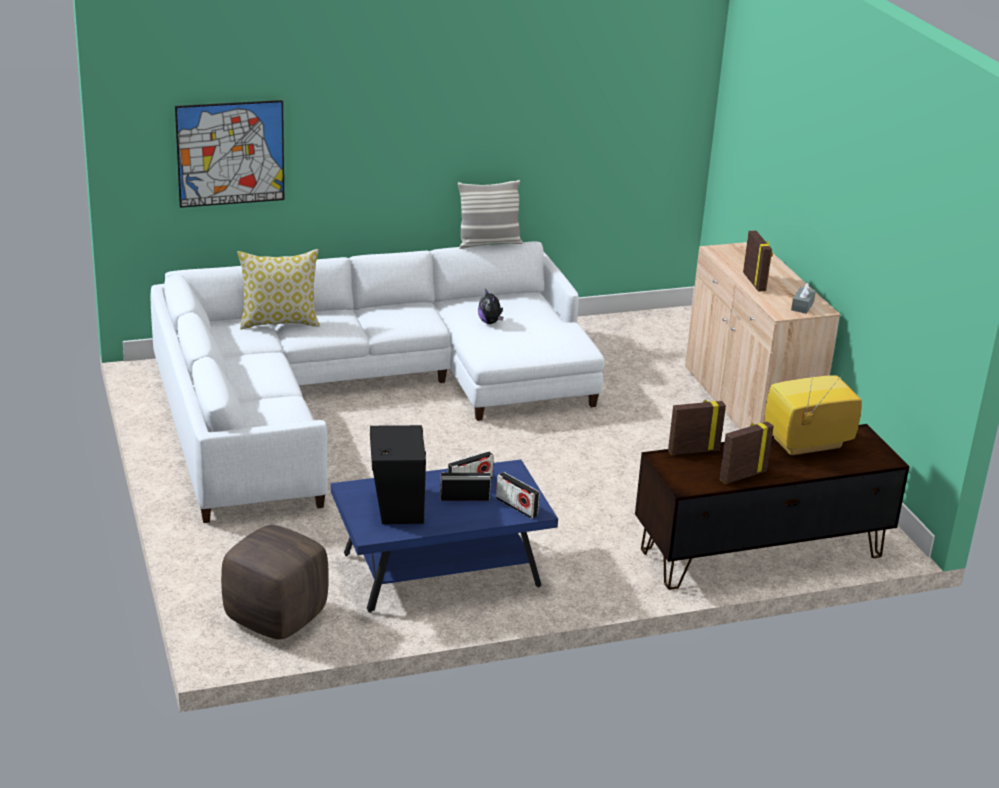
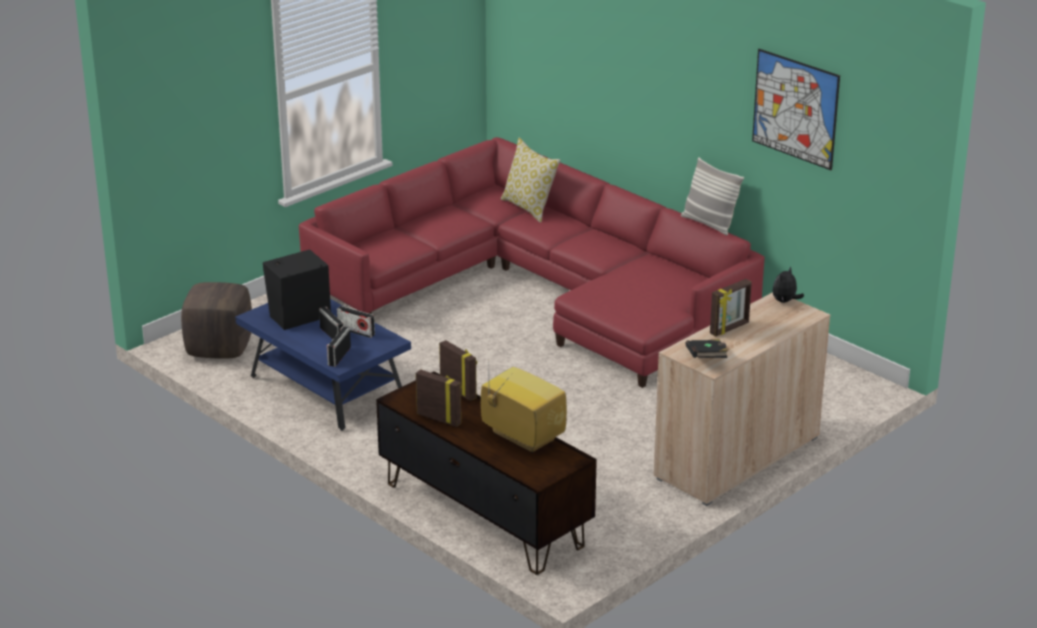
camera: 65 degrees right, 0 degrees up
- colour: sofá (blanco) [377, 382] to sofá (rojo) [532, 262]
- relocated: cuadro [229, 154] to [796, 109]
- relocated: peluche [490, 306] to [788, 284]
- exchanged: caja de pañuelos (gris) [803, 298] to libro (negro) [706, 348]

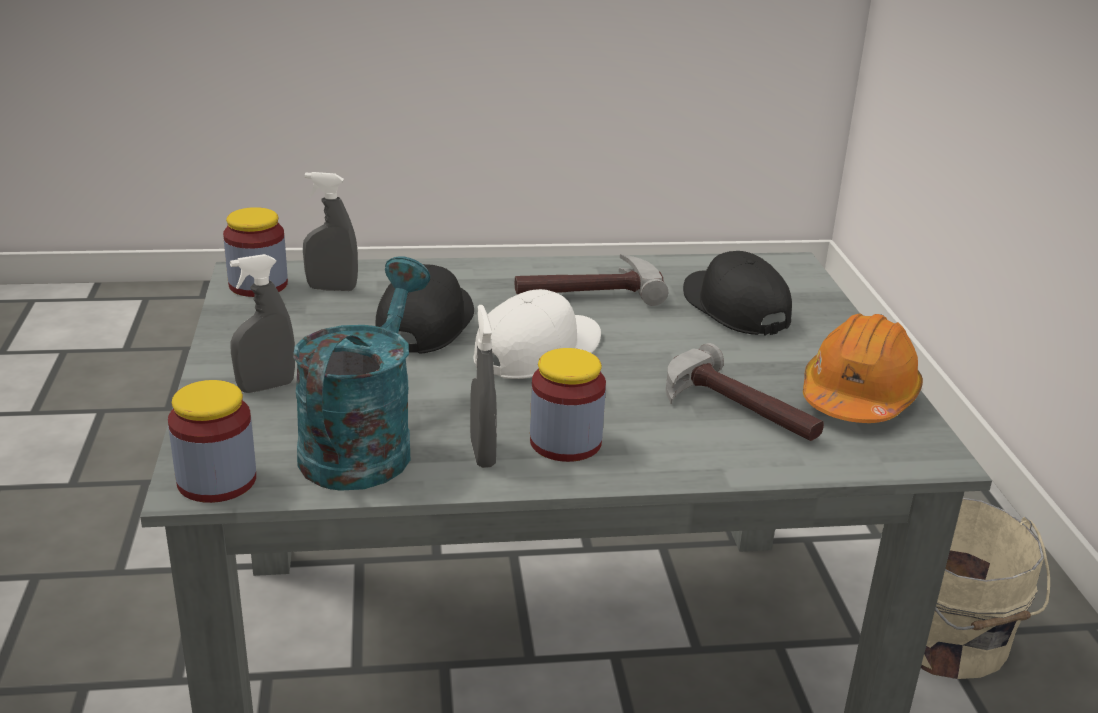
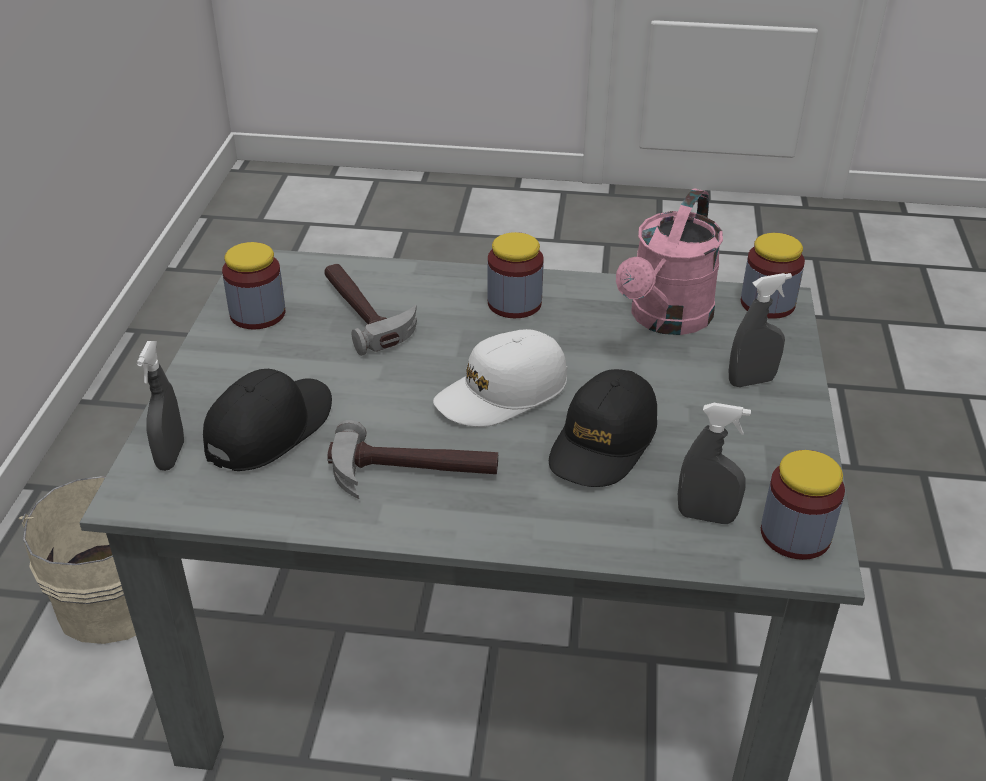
camera: 165 degrees left, 10 degrees up
- colour: regadera (turquesa) [361, 373] to regadera (rosa) [669, 261]
- relocated: pulverizador (gris) [483, 386] to [160, 406]
- spun: gorra (negro) [737, 293] = [267, 420] 135 degrees counterclockwise
- exchanged: casco (naranja) [863, 368] to tarro [253, 285]

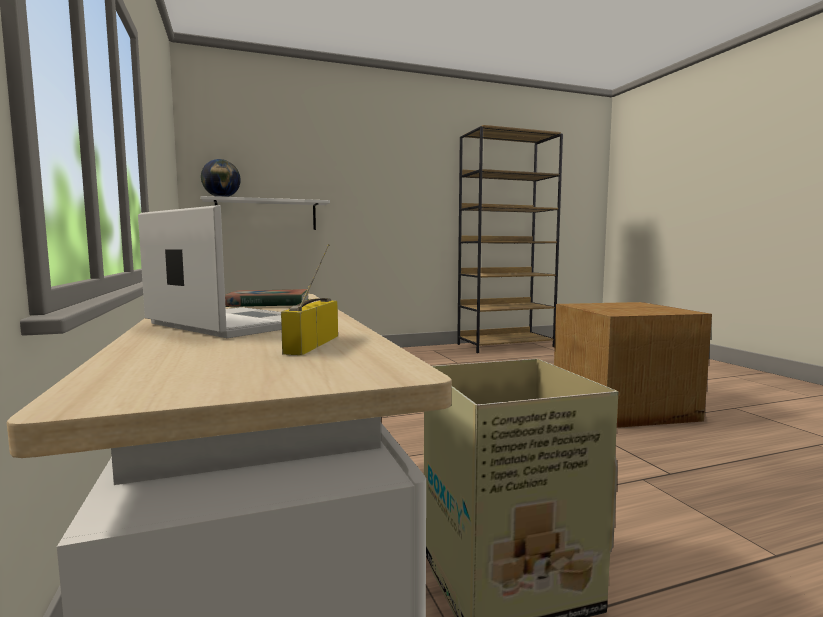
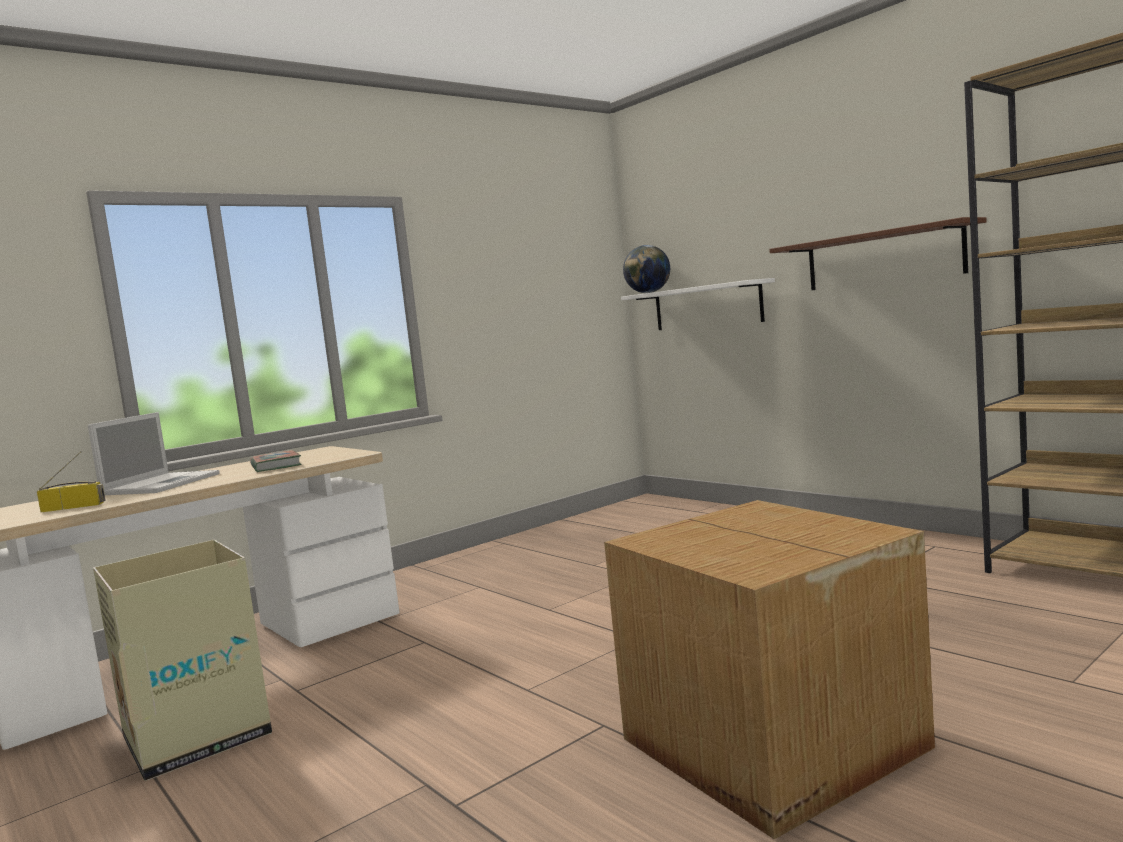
camera: 70 degrees right, 0 degrees up
- appeared: estante (marrón) [878, 254]

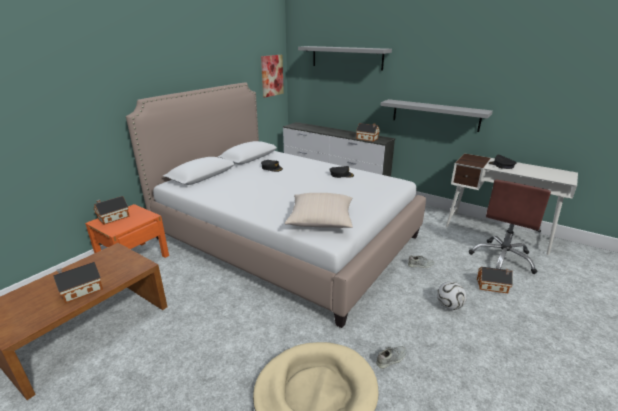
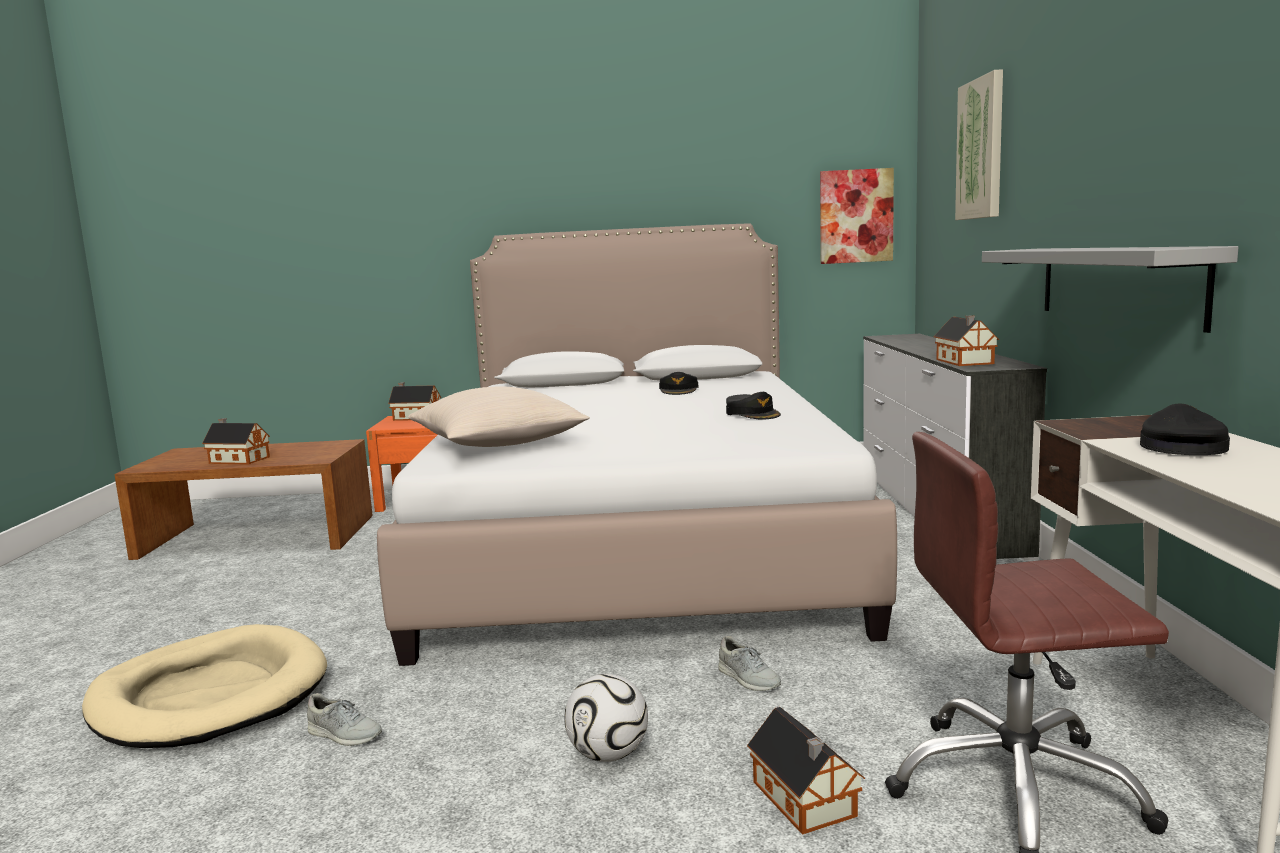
camera: 55 degrees right, 15 degrees down
- exchanged: estante (gris) [345, 58] to cuadro [979, 144]

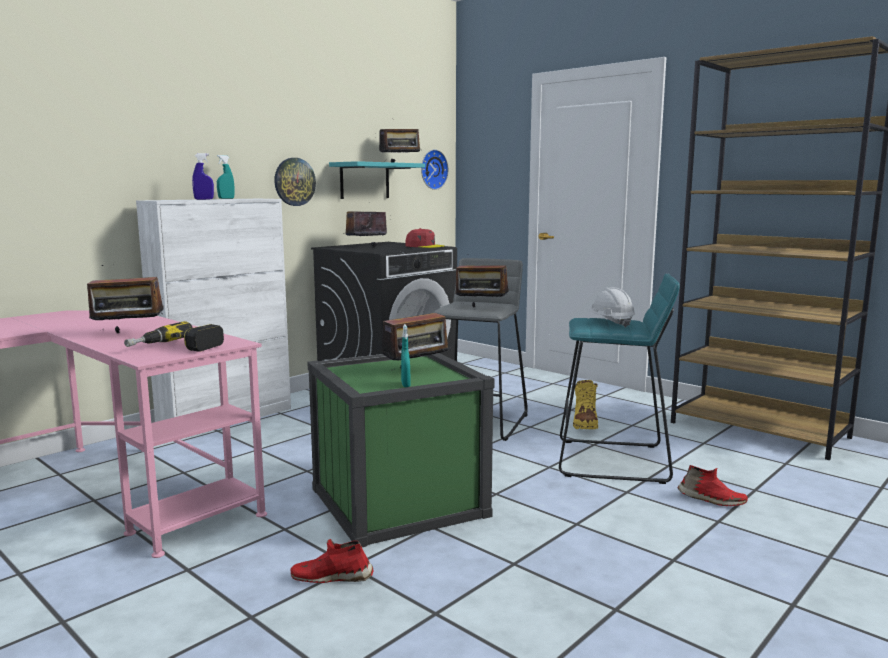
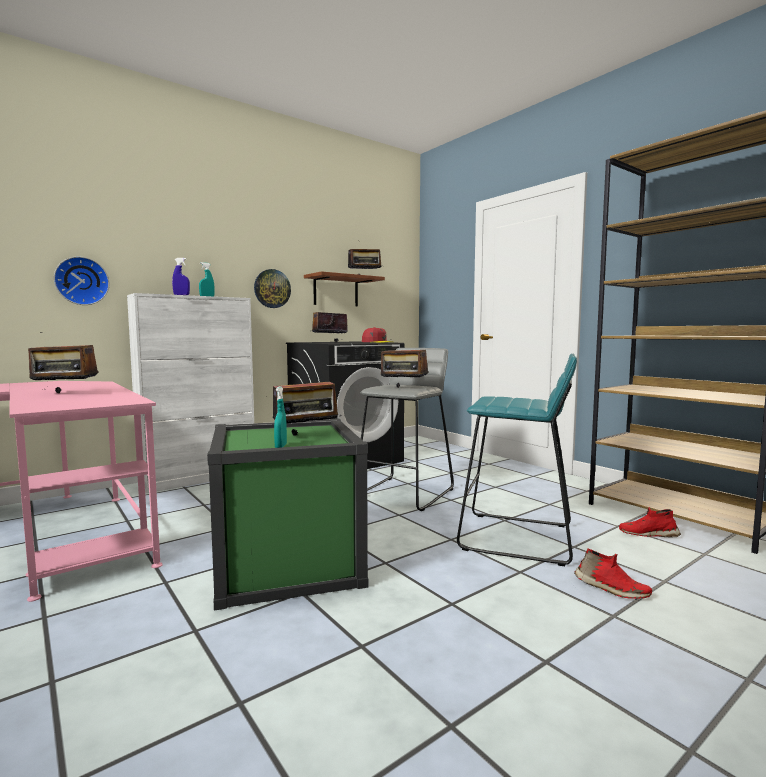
camera: 10 degrees right, 5 degrees down
- missing: taladro [174, 336]
- relocated: zapato (rojo) [332, 561] to [650, 522]
- colour: estante (turquesa) [377, 180] to estante (marrón) [344, 288]
- relocated: reloj de pared [435, 169] to [81, 281]
- missing: bota (amarillo) [585, 404]
- missing: casco (blanco) [611, 307]

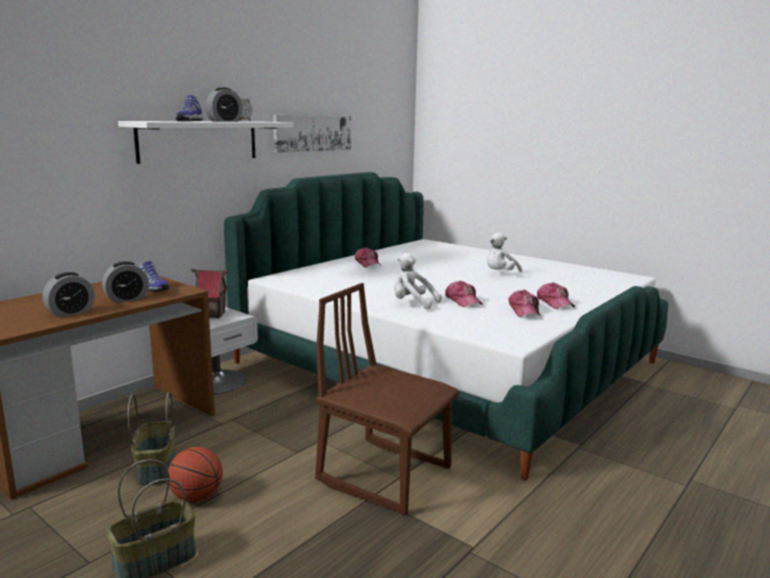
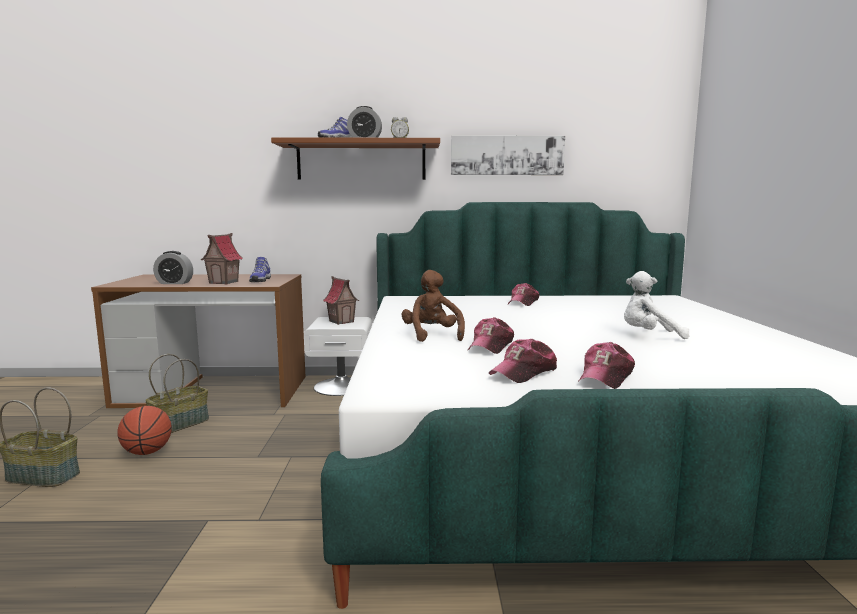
camera: 50 degrees right, 5 degrees down
- exchanged: despertador [125, 282] to casita [221, 258]
- colour: estante (blanco) [206, 142] to estante (marrón) [355, 158]
- missing: silla (marrón) [387, 399]
- colour: peluche (blanco) [417, 281] to peluche (marrón) [433, 306]

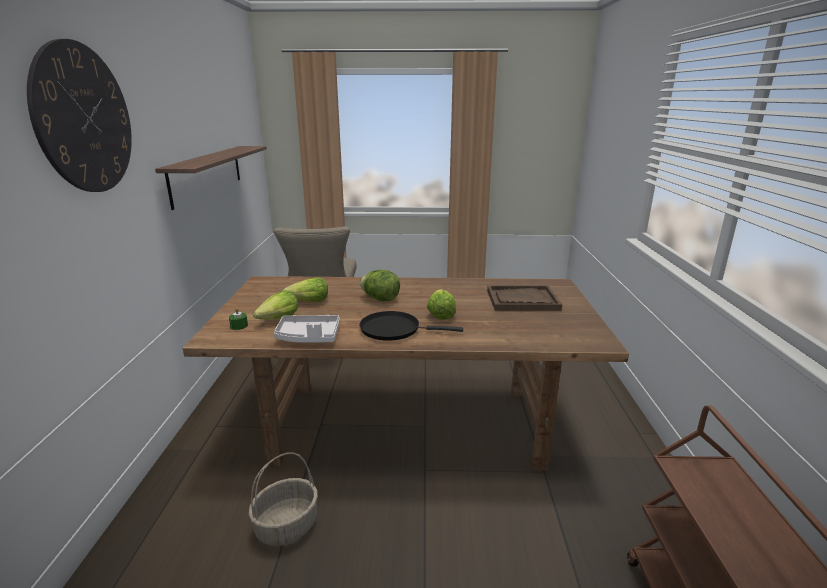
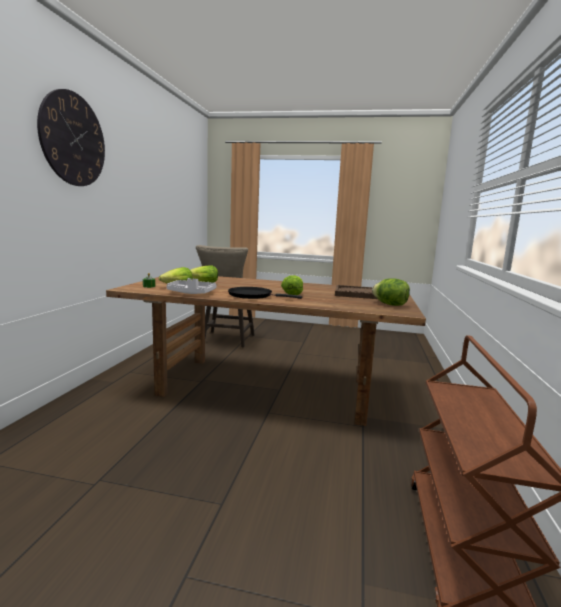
camera: 10 degrees right, 10 degrees down
- missing: estante [211, 178]
- missing: cesta [283, 499]
- relocated: lechuga [380, 285] to [391, 292]

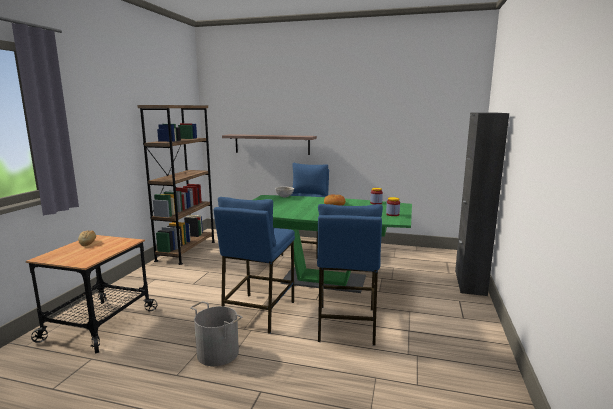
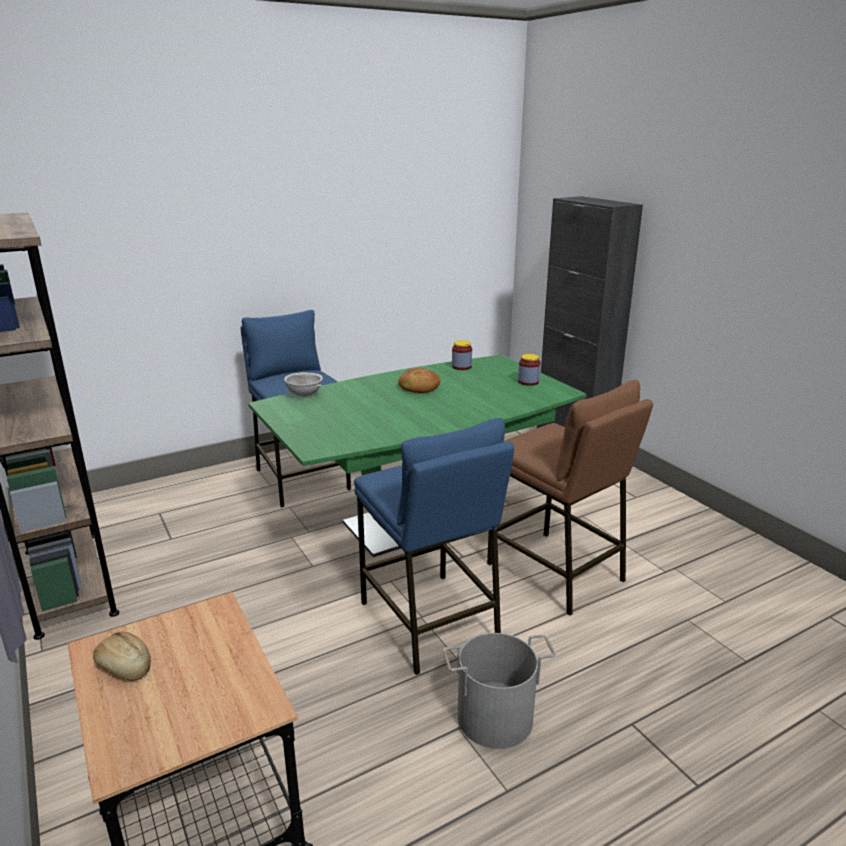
camera: 45 degrees left, 10 degrees up
- missing: estante [269, 144]
- colour: taburete (azul) [350, 275] to taburete (marrón) [570, 498]

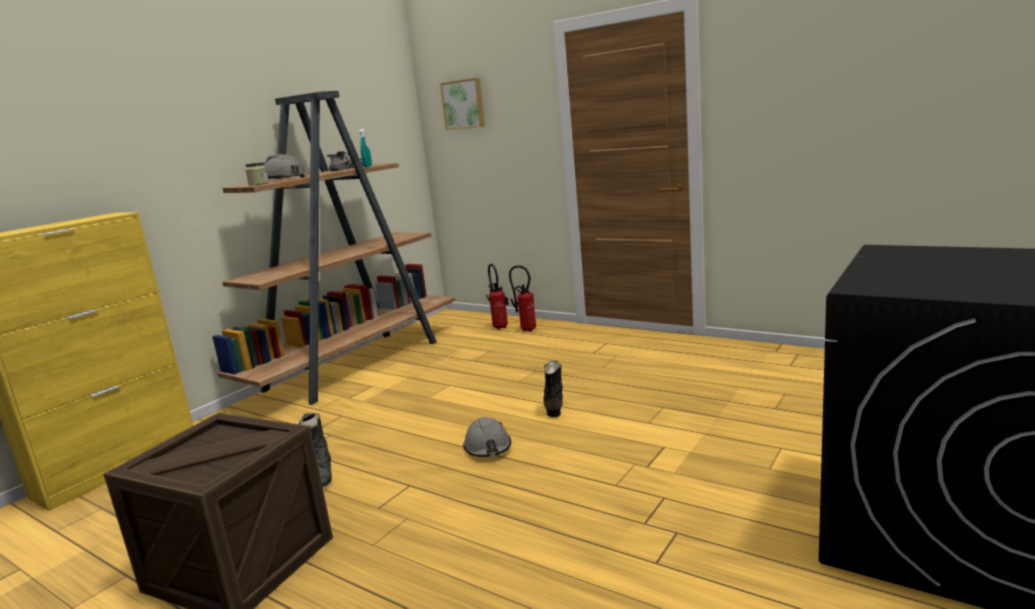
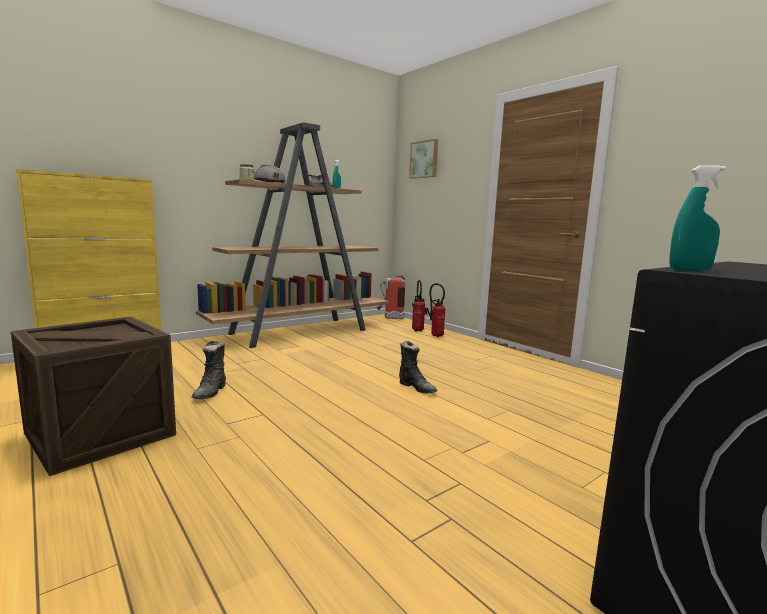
camera: 15 degrees right, 5 degrees down
- missing: casco (gris) [487, 437]
- spun: bota (negro) [553, 388] = [418, 367] 120 degrees clockwise
- appeared: extintor [391, 296]
- appeared: pulverizador (turquesa) [698, 218]

